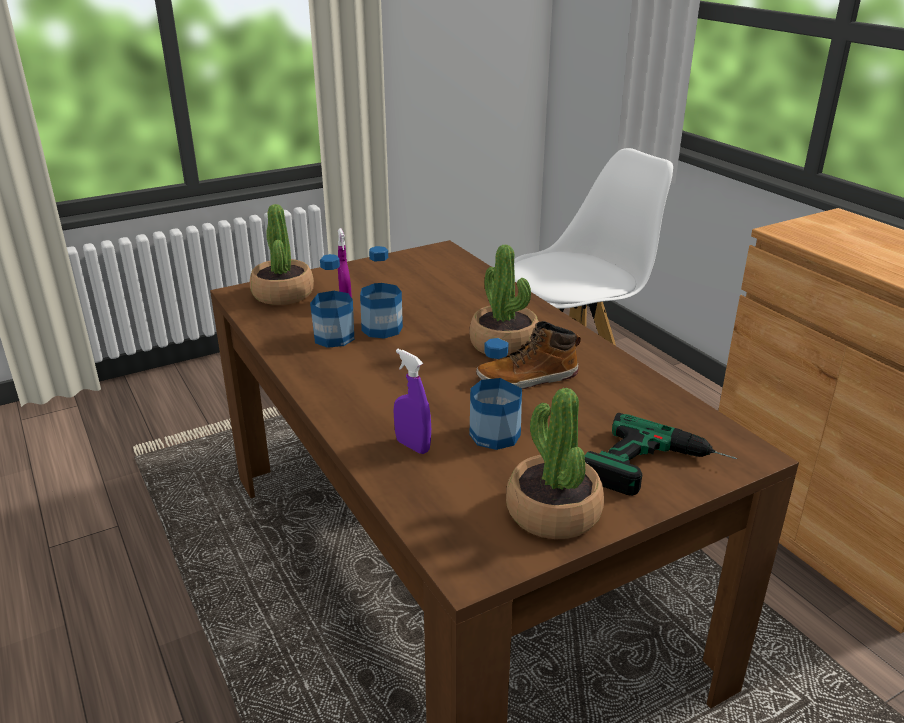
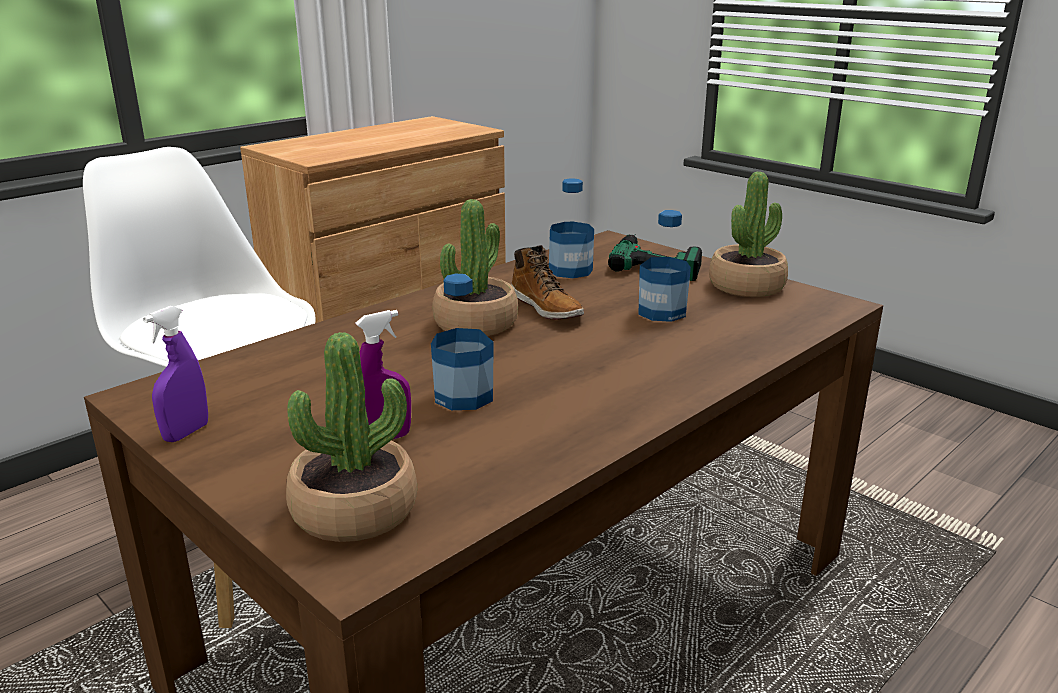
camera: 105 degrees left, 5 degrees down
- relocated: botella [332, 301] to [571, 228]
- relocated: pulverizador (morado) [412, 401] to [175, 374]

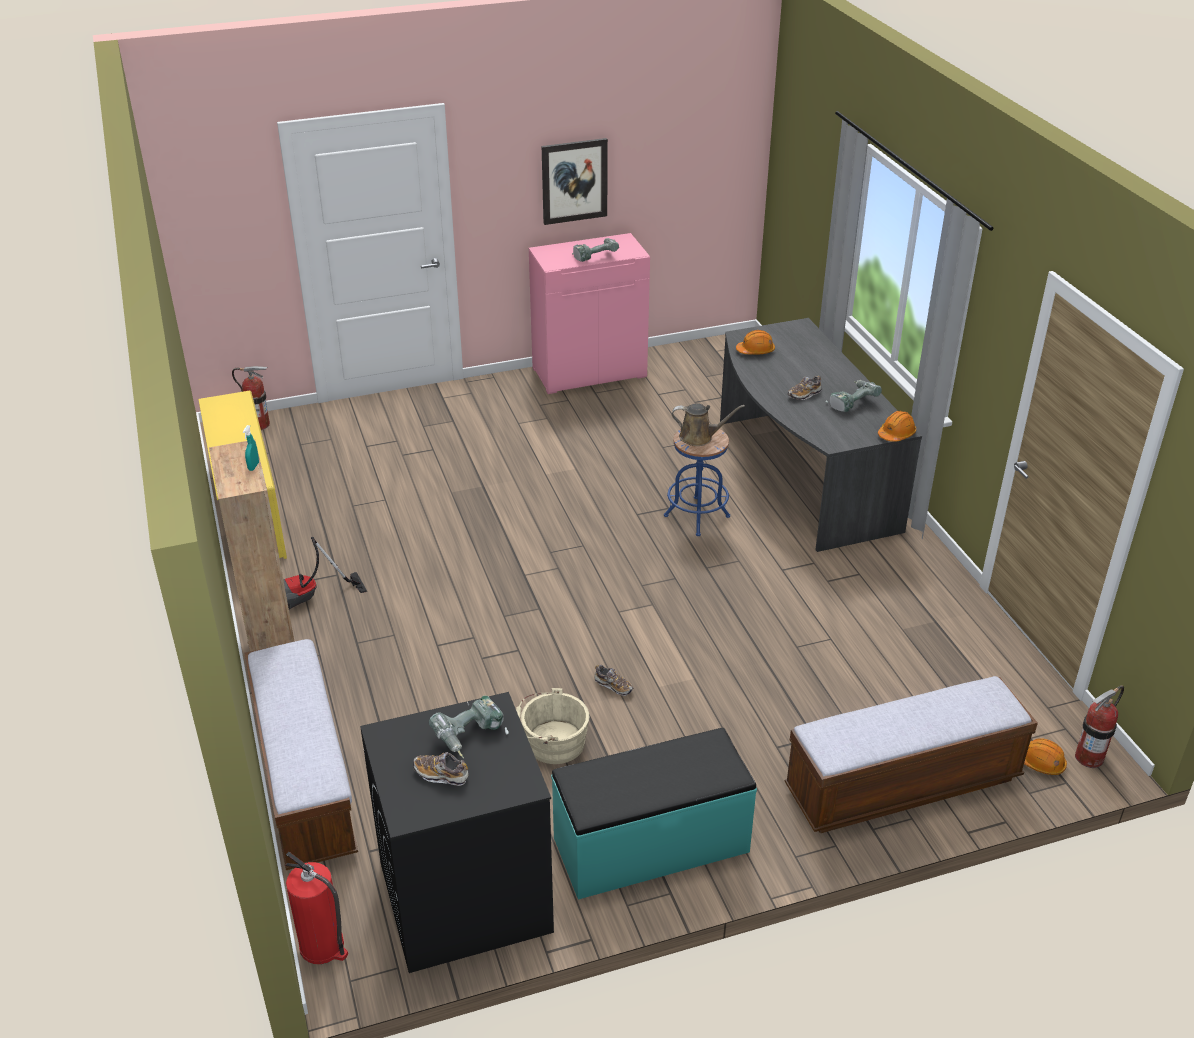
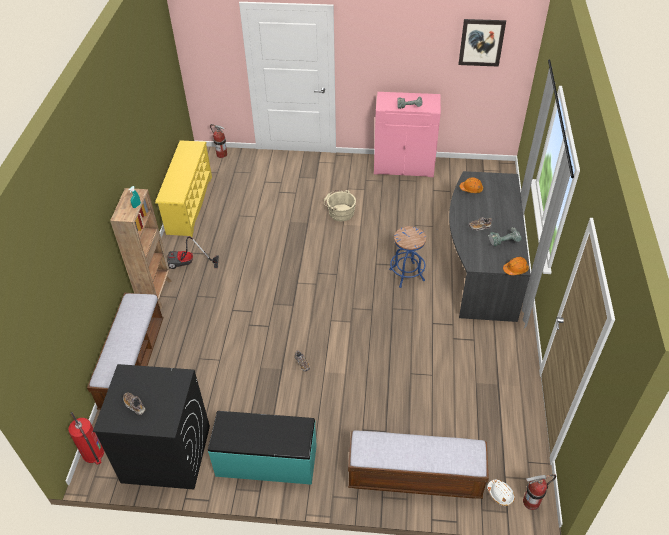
camera: 25 degrees right, 10 degrees up
- missing: taladro [469, 727]
- relocated: cubo (beis) [553, 726] to [340, 205]
- relocated: cuadro [575, 181] to [482, 43]
- missing: regadera (marrón) [708, 424]
- colour: casco (naranja) [1045, 756] to casco (blanco) [501, 492]

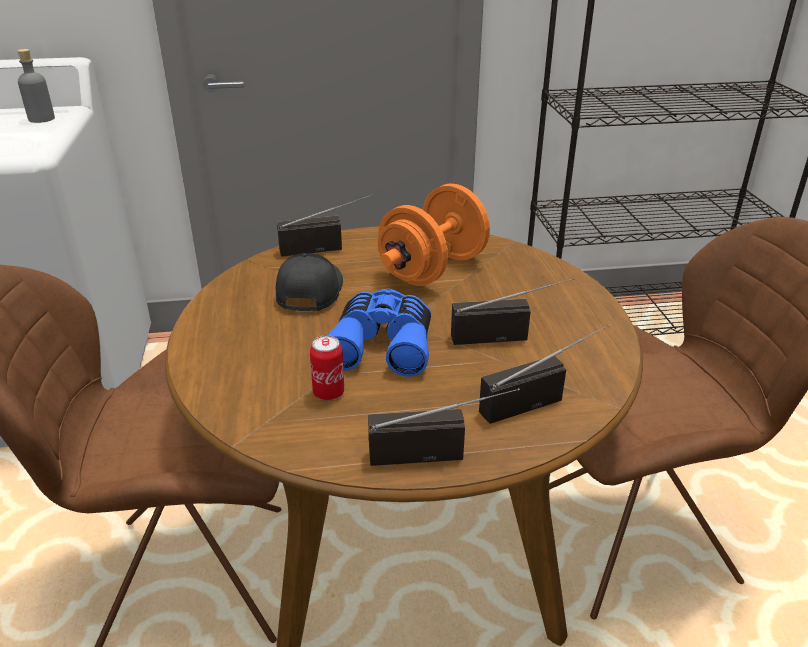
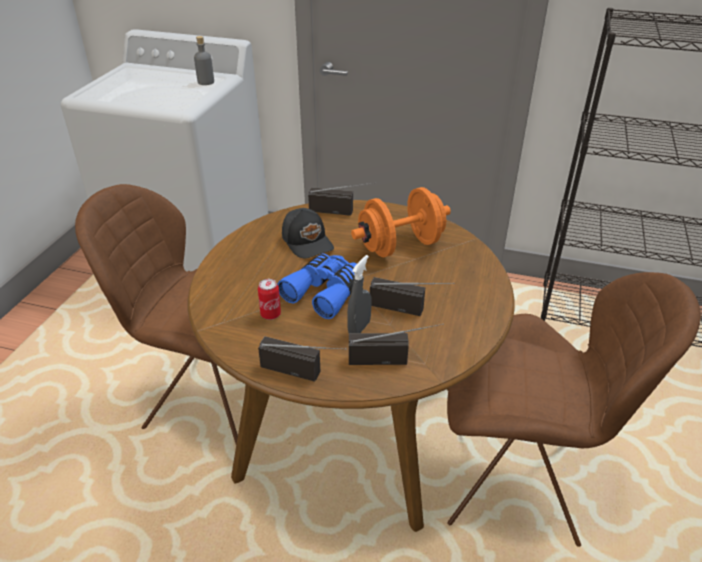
camera: 25 degrees right, 5 degrees up
- spun: gorra (negro) [309, 282] = [308, 233] 120 degrees clockwise
- appeared: pulverizador (gris) [359, 294]

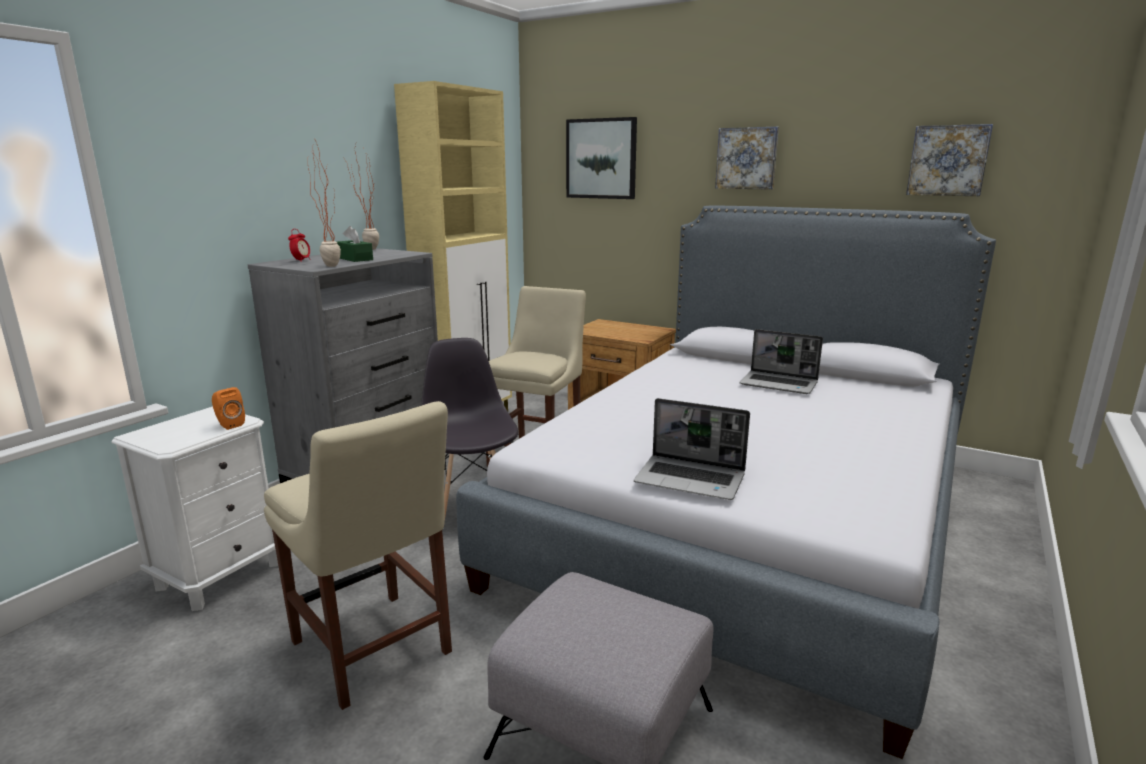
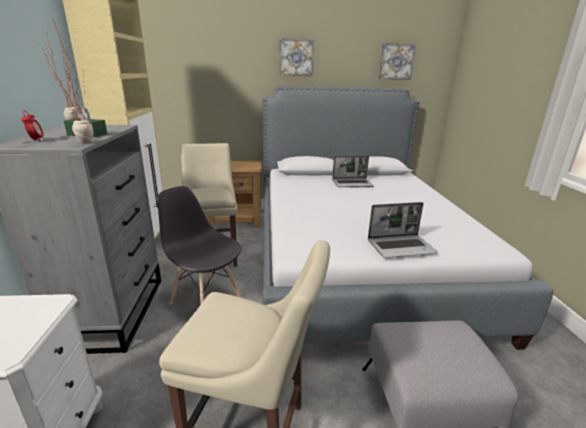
camera: 35 degrees left, 5 degrees up
- missing: altavoz (naranja) [228, 408]
- missing: cuadro [601, 158]

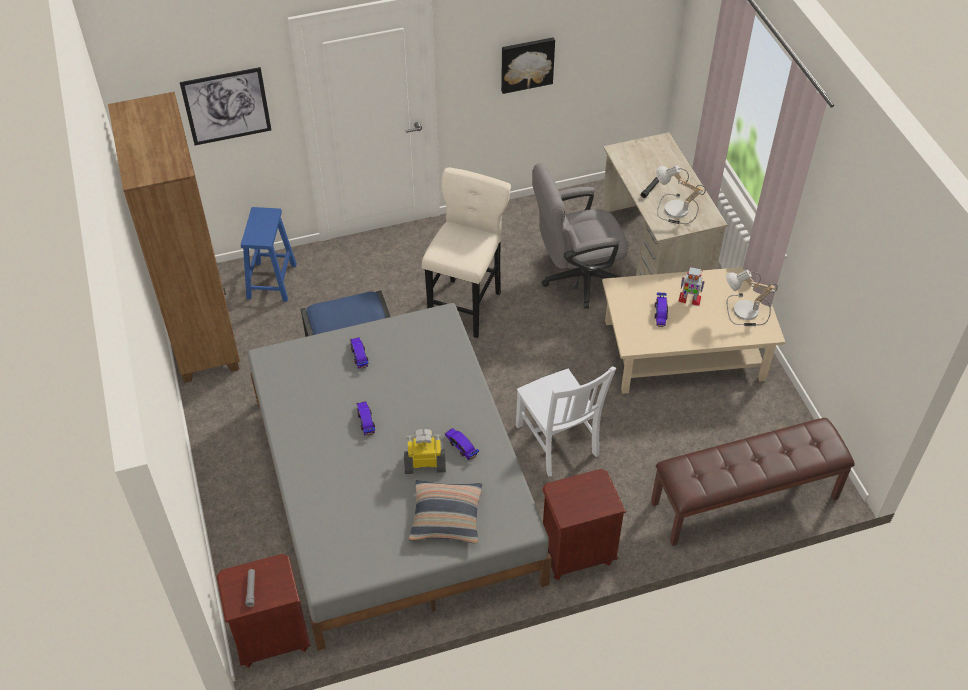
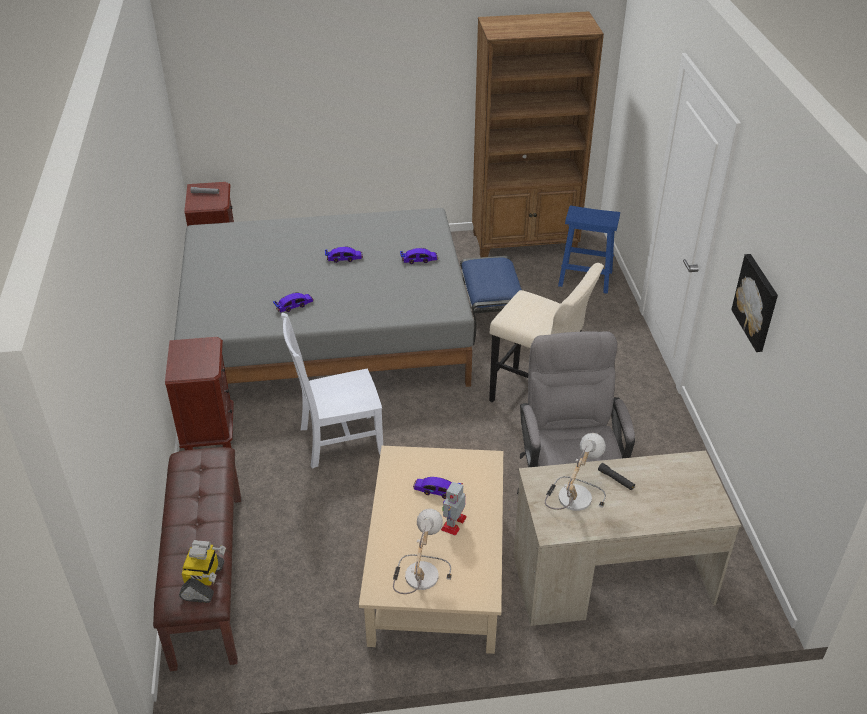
camera: 100 degrees right, 10 degrees down
- missing: cuadro [225, 106]
- relocated: robot de juguete [425, 451] to [202, 571]
- missing: cojín [445, 512]

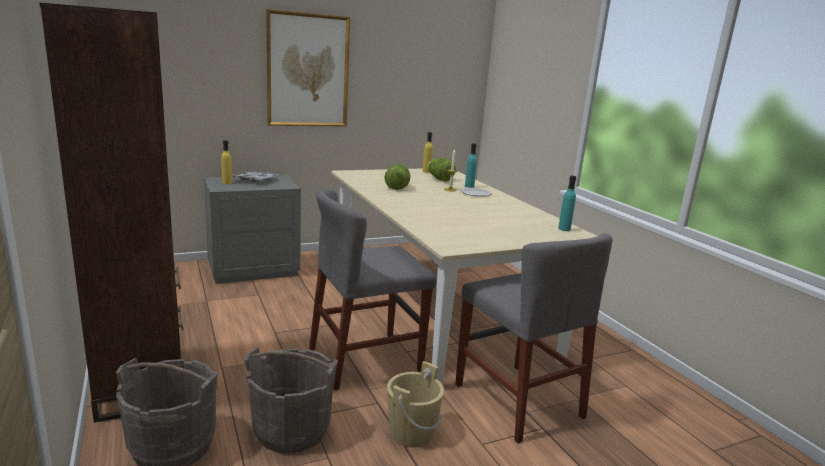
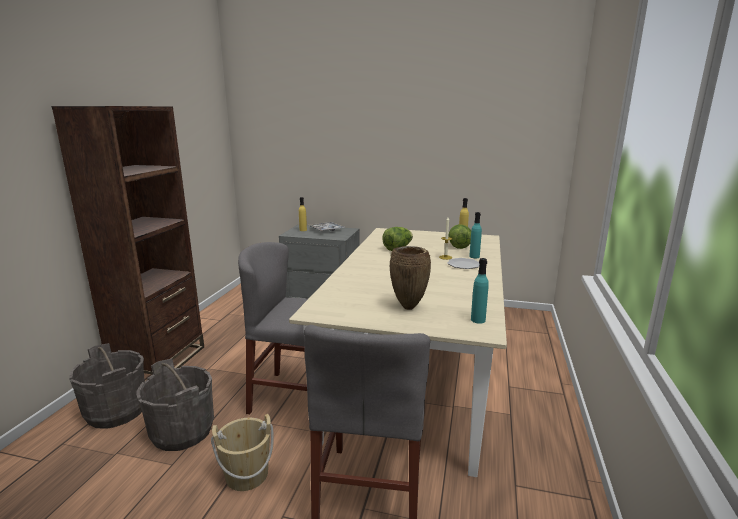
camera: 40 degrees right, 0 degrees up
- missing: cuadro [308, 67]
- appeared: florero (marrón) [410, 278]

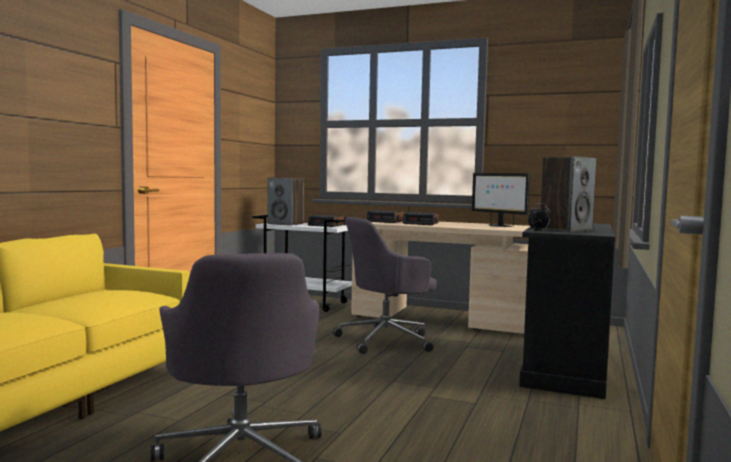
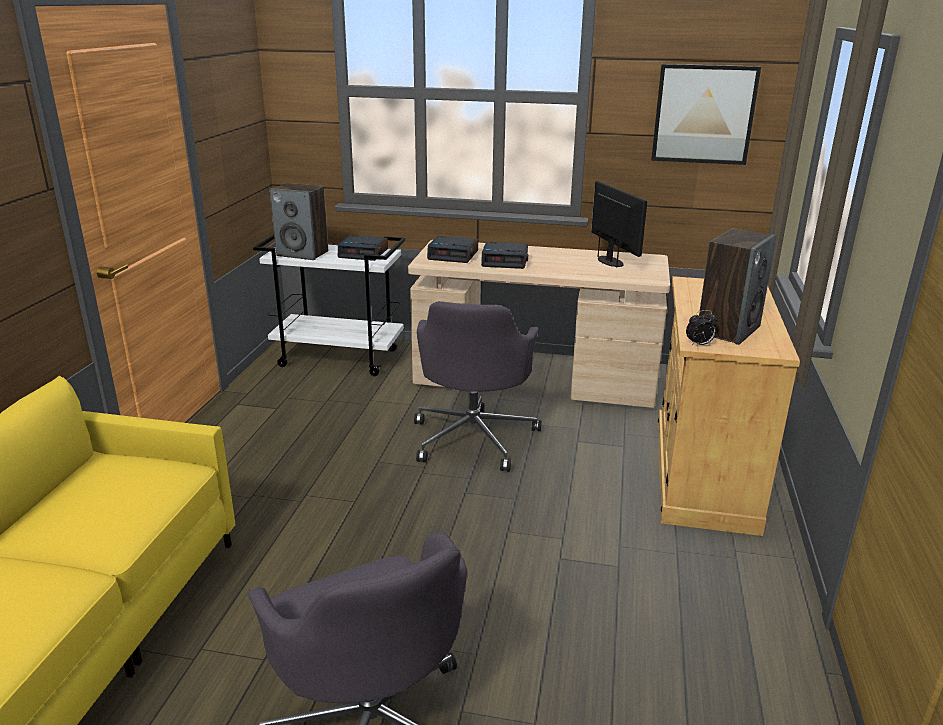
camera: 10 degrees left, 20 degrees up
- spun: silla de oficina (gris) [385, 285] = [477, 386] 45 degrees counterclockwise
- spun: monitor [501, 200] = [619, 224] 150 degrees counterclockwise
- colour: armario (negro) [567, 311] to armario (beis) [729, 406]
- appeared: cuadro [706, 114]

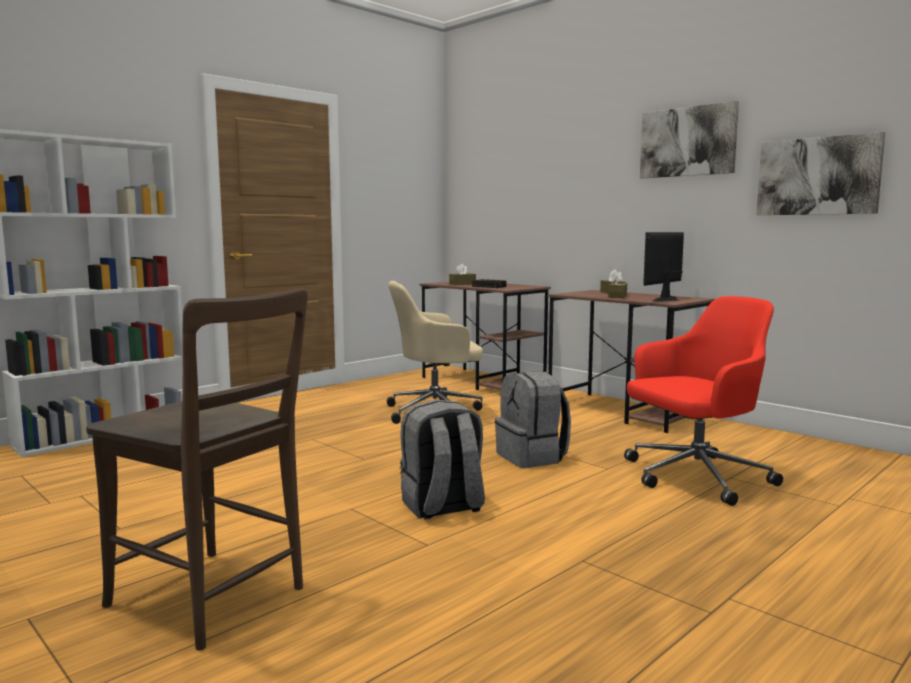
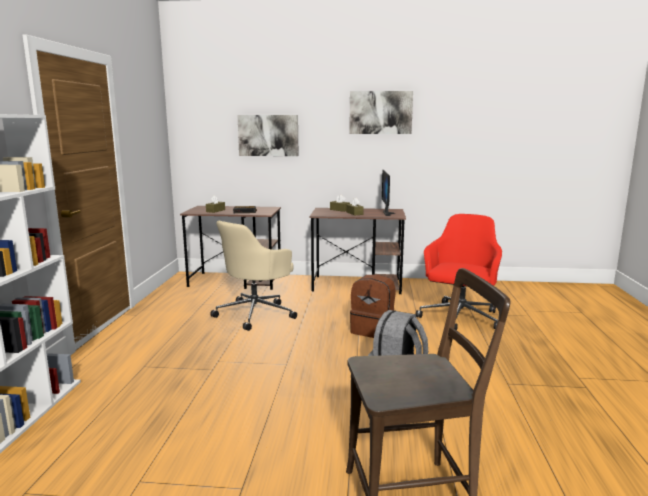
camera: 40 degrees left, 5 degrees up
- colour: mochila (gris) [533, 419] to mochila (marrón) [372, 306]
- relocated: cuadro [821, 173] to [267, 135]

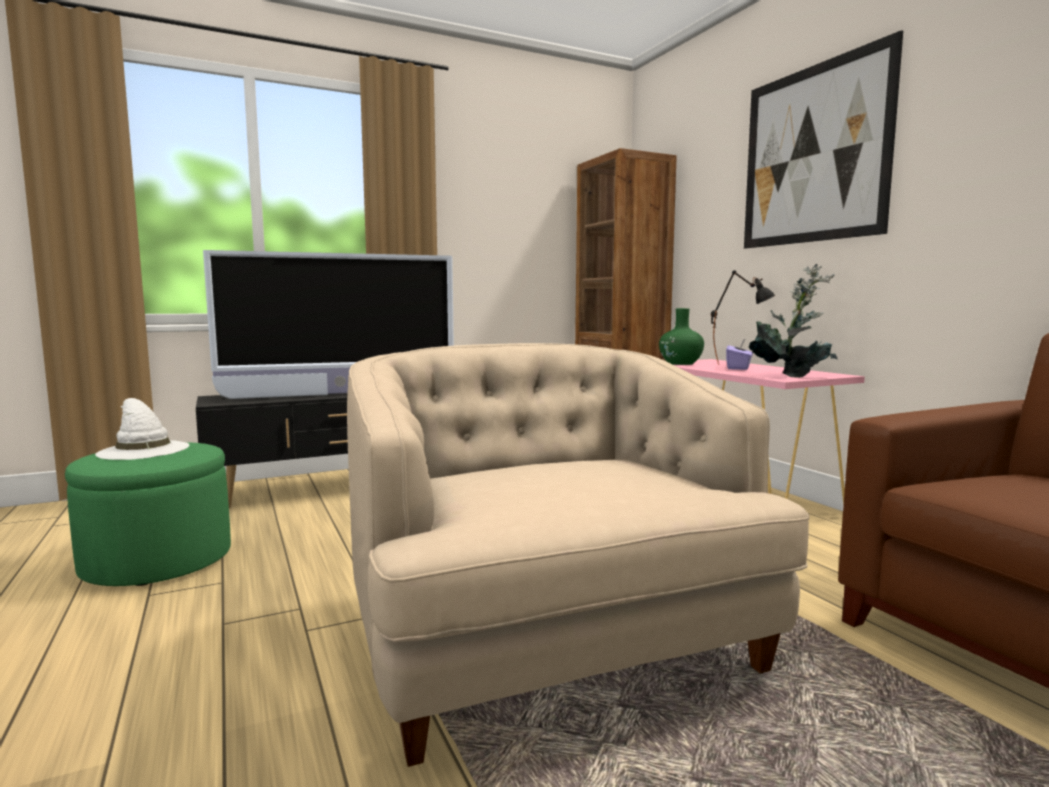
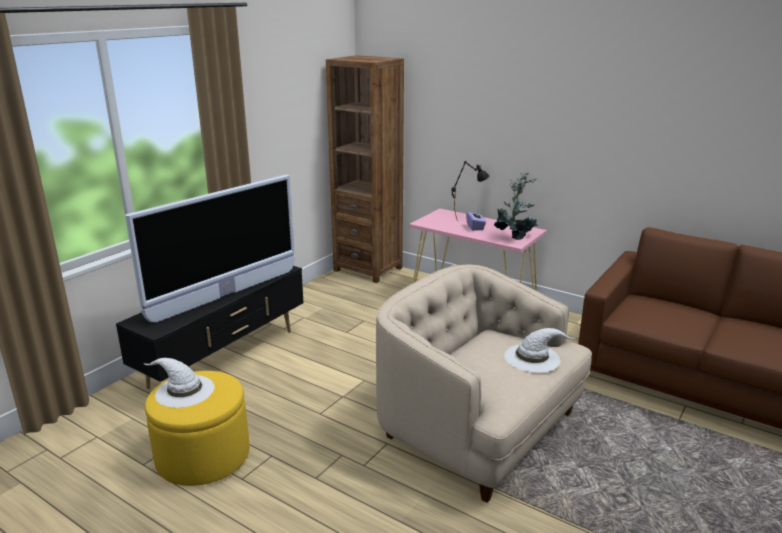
camera: 30 degrees left, 15 degrees up
- colour: puf (verde) [148, 514] to puf (amarillo) [197, 428]
- missing: florero (verde) [681, 336]
- missing: cuadro [823, 139]
- appeared: sombrero (blanco) [539, 350]

